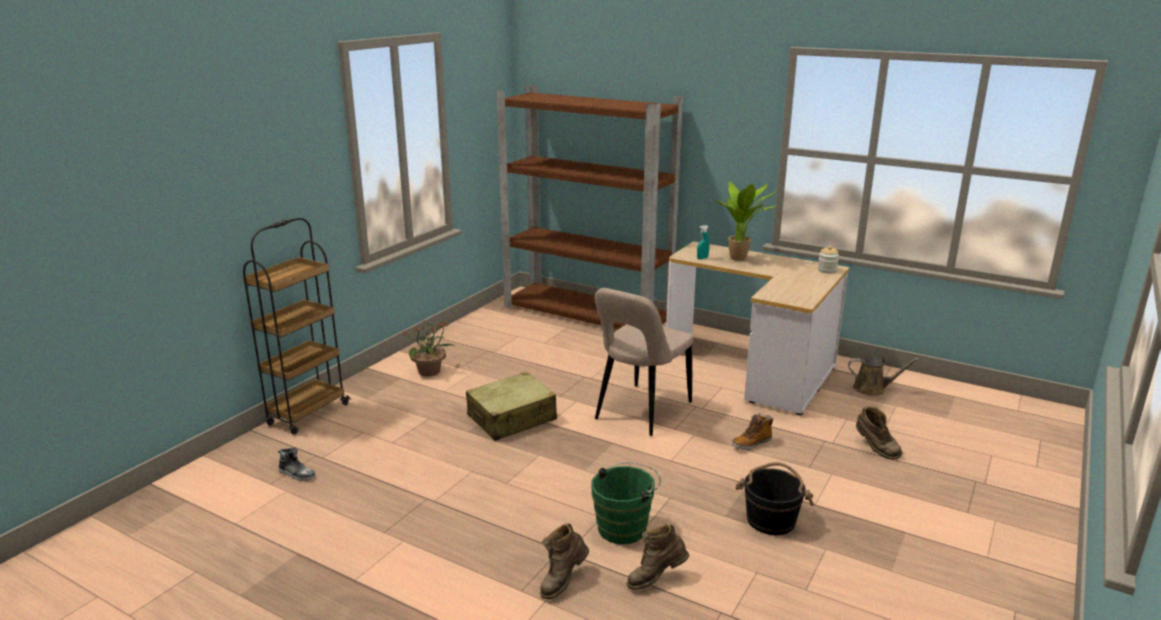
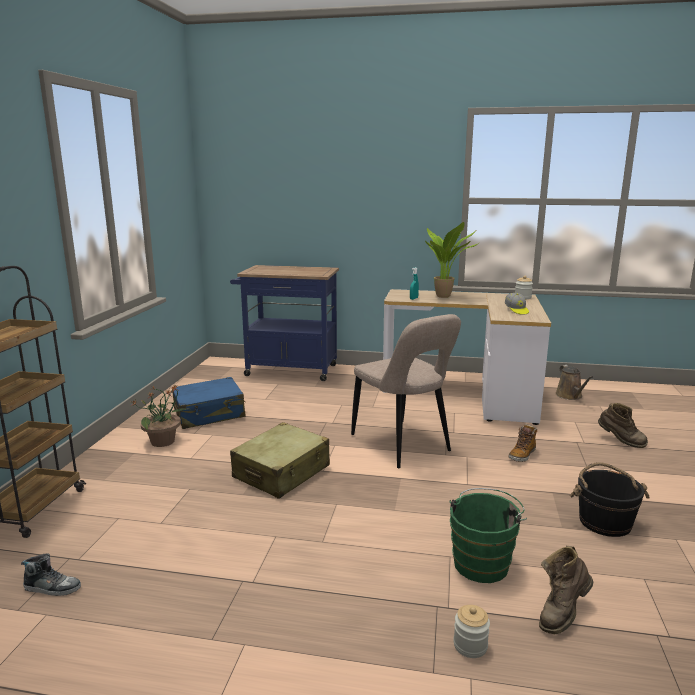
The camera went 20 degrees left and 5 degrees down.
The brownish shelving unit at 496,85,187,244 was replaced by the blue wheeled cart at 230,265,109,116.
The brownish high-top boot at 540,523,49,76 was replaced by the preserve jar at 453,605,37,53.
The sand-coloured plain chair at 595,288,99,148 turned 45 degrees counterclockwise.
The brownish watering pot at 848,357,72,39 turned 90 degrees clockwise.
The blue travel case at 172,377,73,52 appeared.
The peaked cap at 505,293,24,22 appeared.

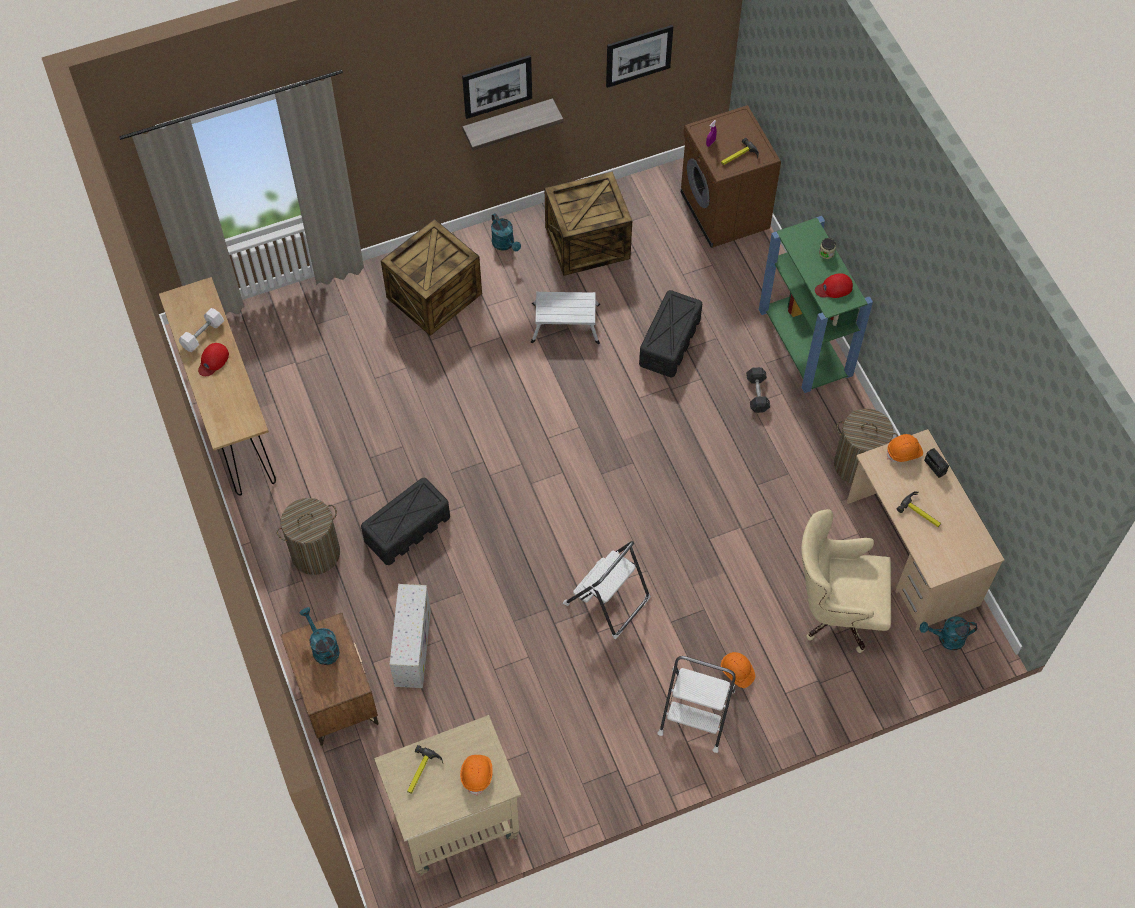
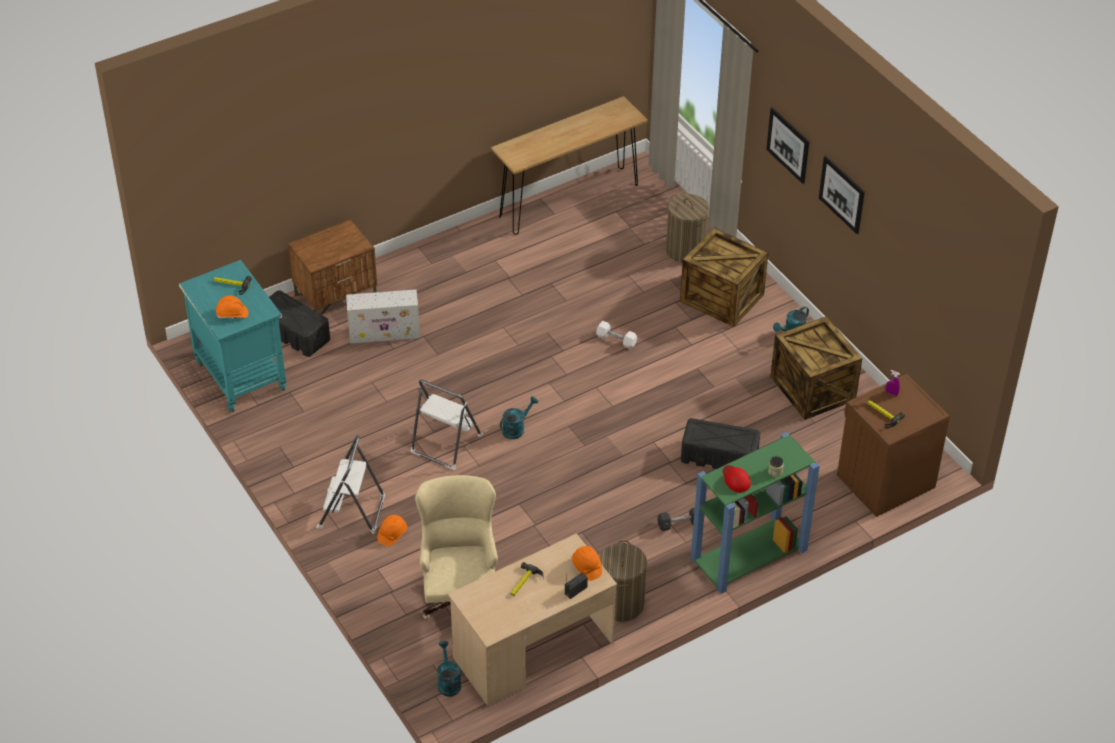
The camera went 80 degrees right and 15 degrees down.
The white-coloured dumbbell moved from 179,308,45,44 to 596,321,41,28.
The red peaked cap at 198,343,31,33 disappeared.
The washing basket moved from 277,498,63,77 to 666,194,43,69.
The blue-green watering pot moved from 300,607,40,58 to 500,396,38,43.
The blackish storage box moved from 361,478,89,87 to 269,290,61,67.
The sand-coloured wheeled cart at 374,715,147,162 became the blue-green wheeled cart at 179,260,108,152.
The wall shelf at 462,98,101,53 disappeared.
The white-coloured step ladder at 531,291,69,53 disappeared.
The wall picture moved from 606,25,67,63 to 766,107,43,77.

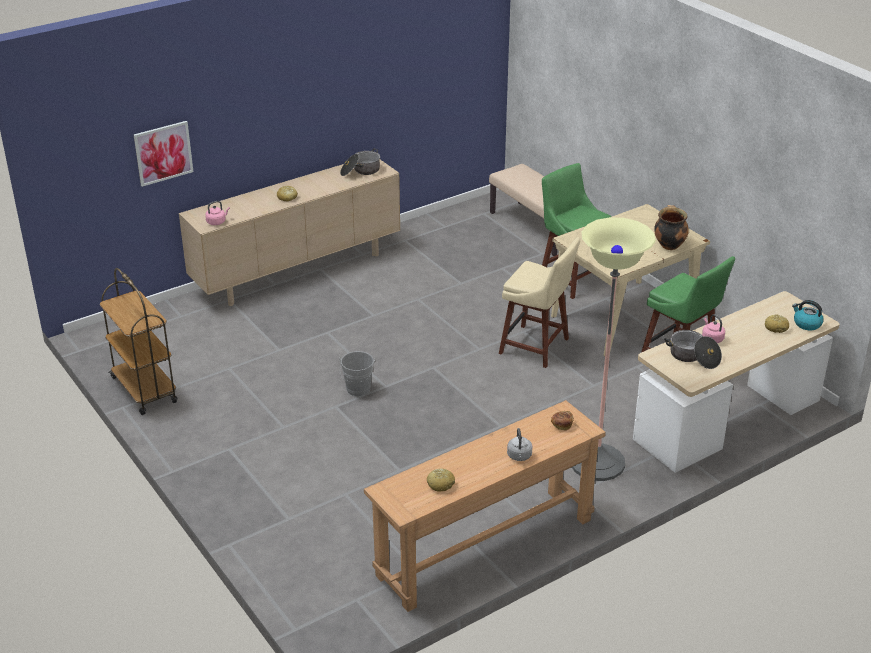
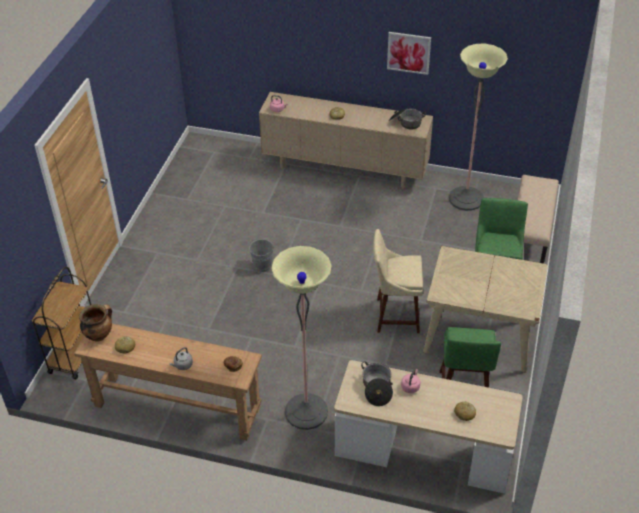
The camera went 50 degrees right and 10 degrees up.
The brownish wheeled cart moved from 99,268,78,147 to 32,267,59,113.
The wall picture moved from 134,121,59,66 to 387,32,44,43.
The sand-coloured plain chair at 499,237,81,131 turned 105 degrees clockwise.
The saucepot moved from 654,205,35,45 to 79,304,33,38.
The water kettle at 792,300,32,30 disappeared.
The floor lamp at 449,44,59,167 appeared.

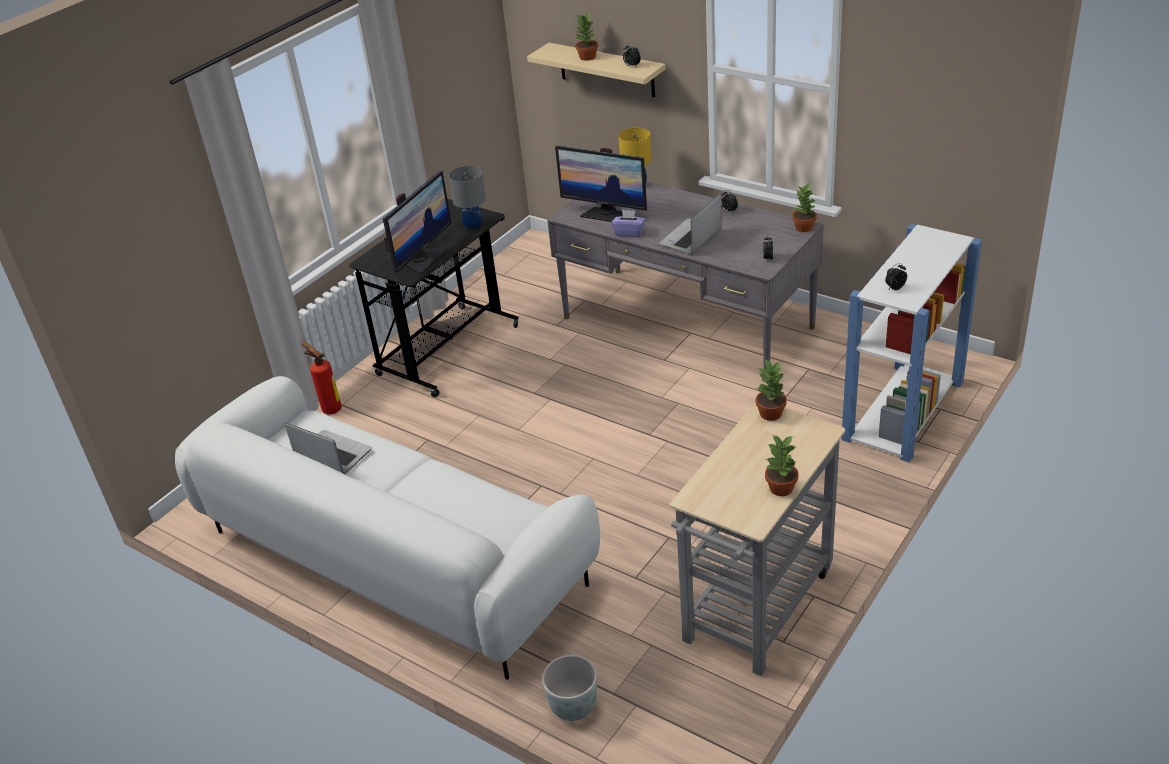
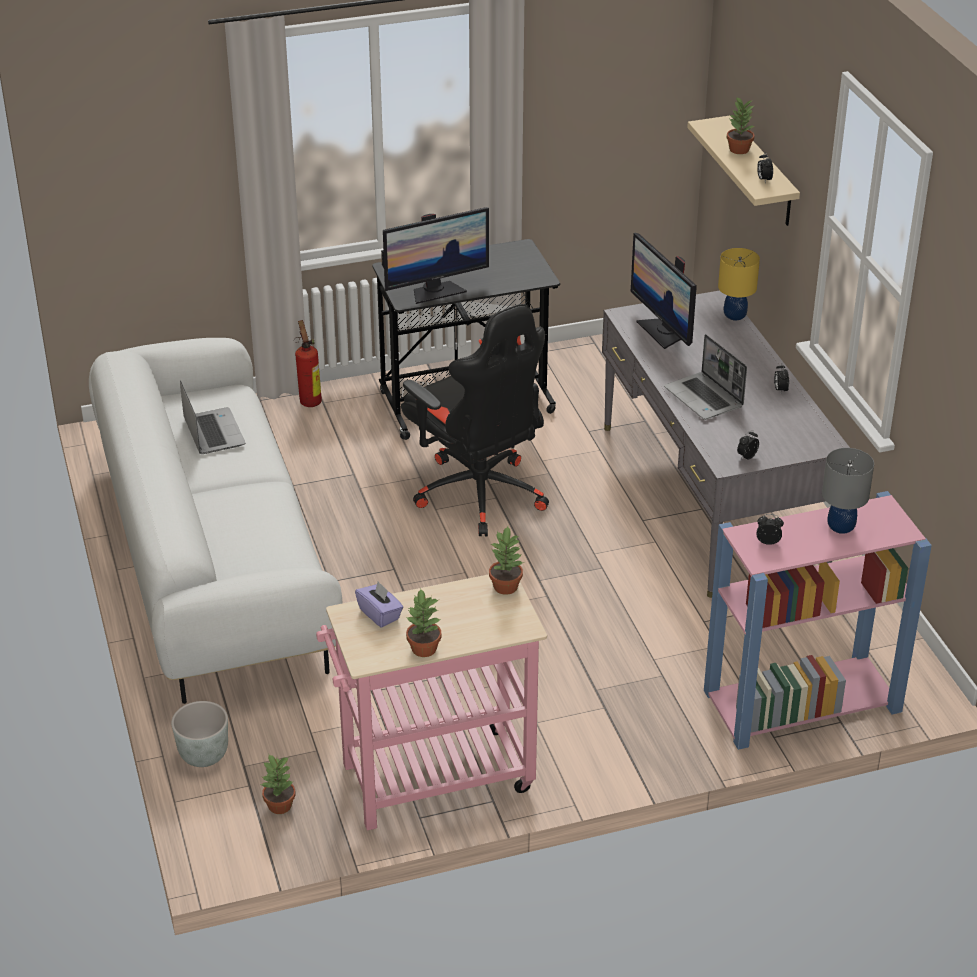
The camera went 35 degrees right and 0 degrees up.
The gray table lamp moved from 448,166,38,63 to 822,448,52,86.
The purple box of tissues moved from 611,210,34,27 to 355,581,48,47.
The notebook computer at 659,194,63,61 turned 105 degrees counterclockwise.
The gray wheeled cart at 670,403,175,273 became the pink wheeled cart at 316,574,231,256.
The houseplant moved from 792,183,25,49 to 261,755,35,59.
The white-coloured shelving unit at 841,224,141,239 became the pink shelving unit at 704,491,228,259.
The blackish computer chair at 401,304,148,233 appeared.

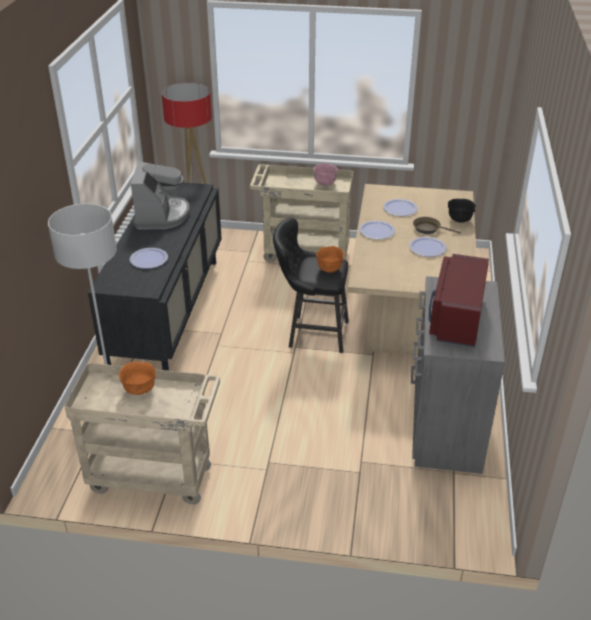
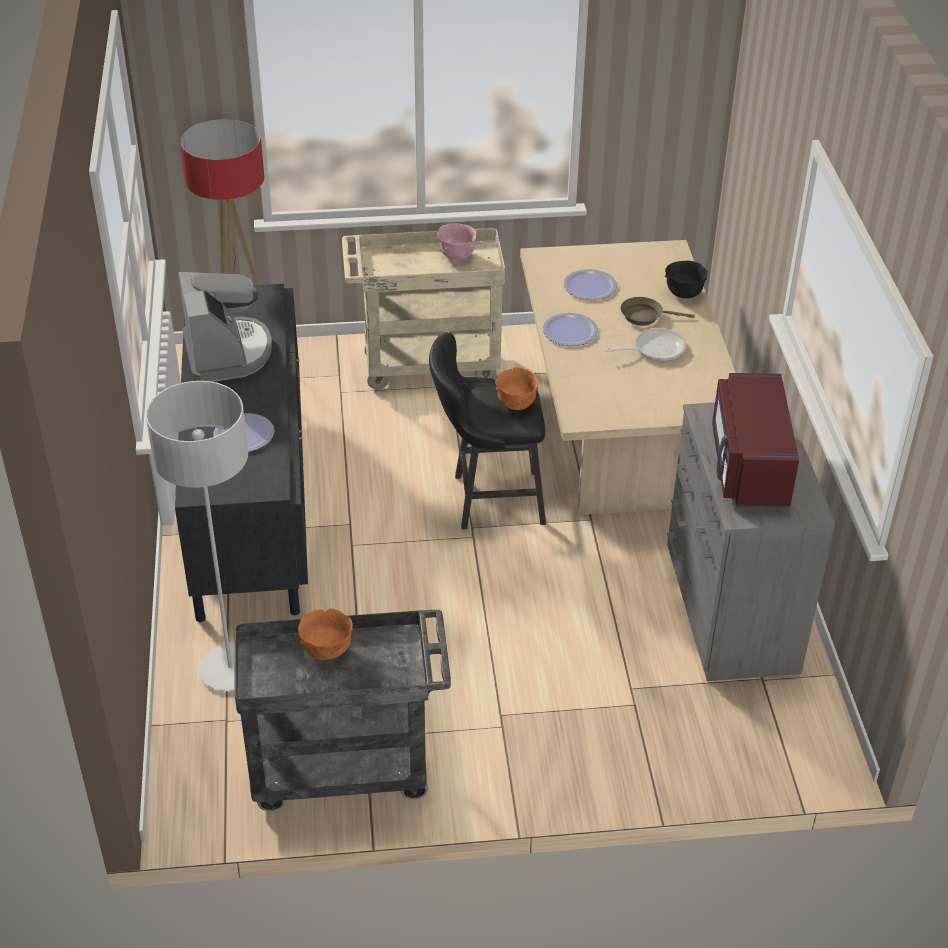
The camera went 15 degrees left and 5 degrees up.
The sand-coloured wheeled cart at 65,363,155,141 became the blackish wheeled cart at 234,610,217,201.
The dinner plate at 409,237,38,20 was replaced by the skillet at 604,328,82,33.

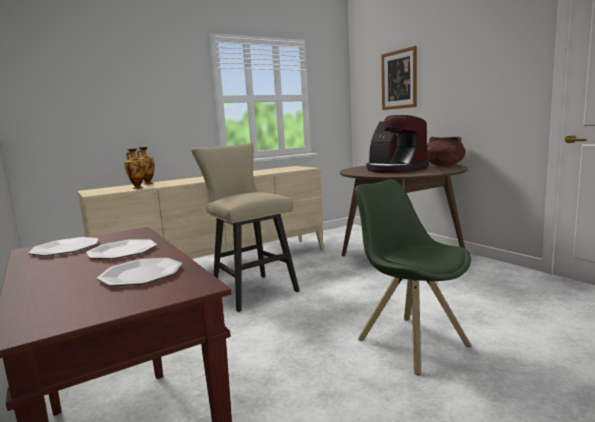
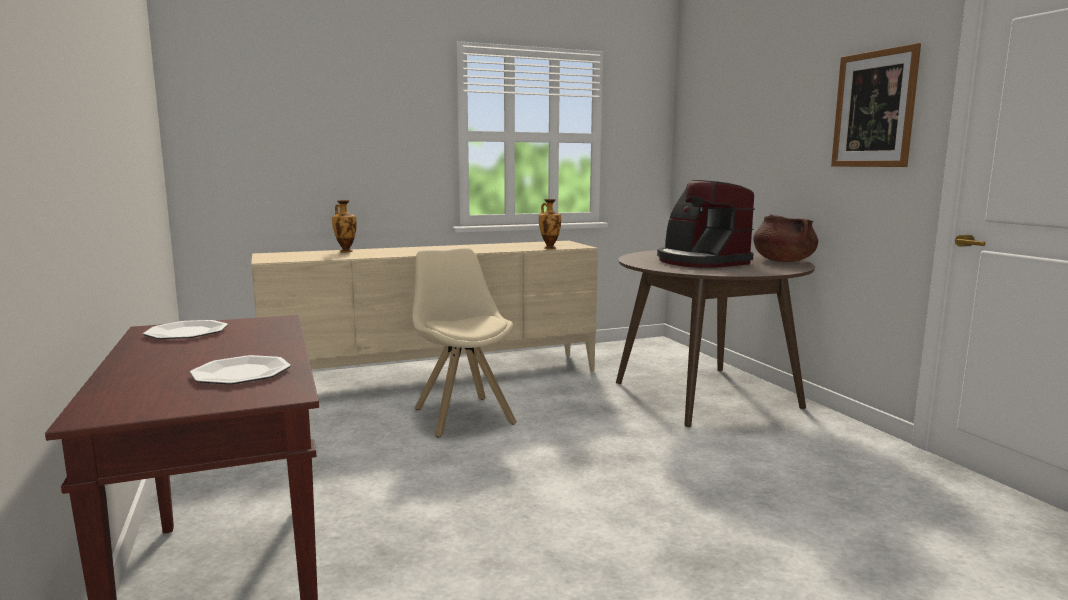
The camera went 10 degrees right and 0 degrees up.
The dinner plate at 86,239,71,20 disappeared.
The decorative vase moved from 124,148,21,41 to 539,199,22,50.
The sand-coloured stool seat at 191,143,109,169 was replaced by the sand-coloured plain chair at 412,248,105,189.
The green-coloured plain chair at 355,179,117,196 disappeared.
The wall picture moved from 381,46,36,64 to 831,43,90,124.

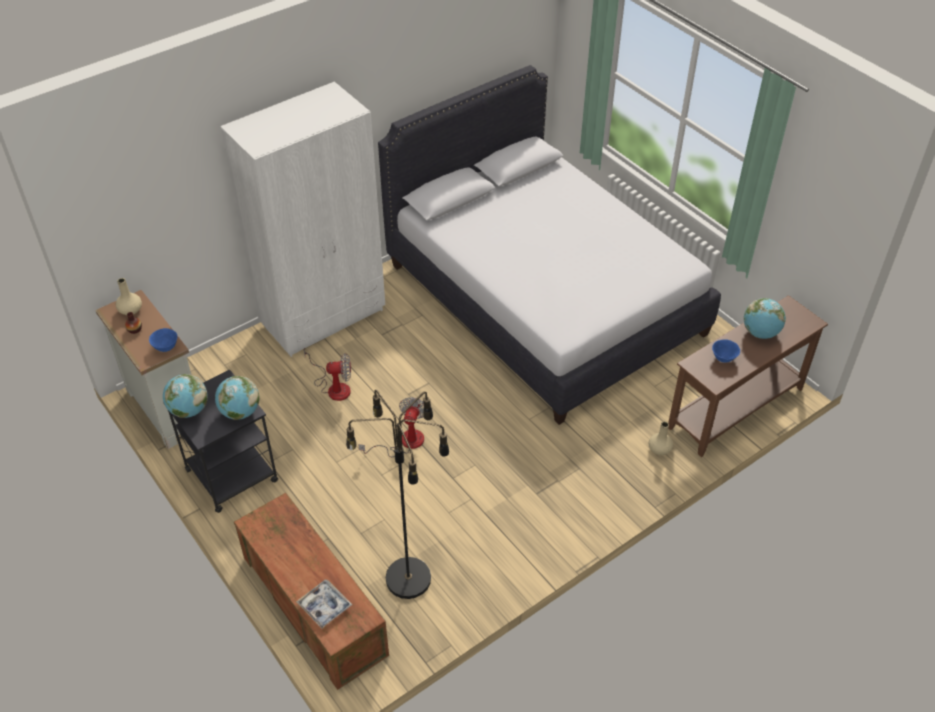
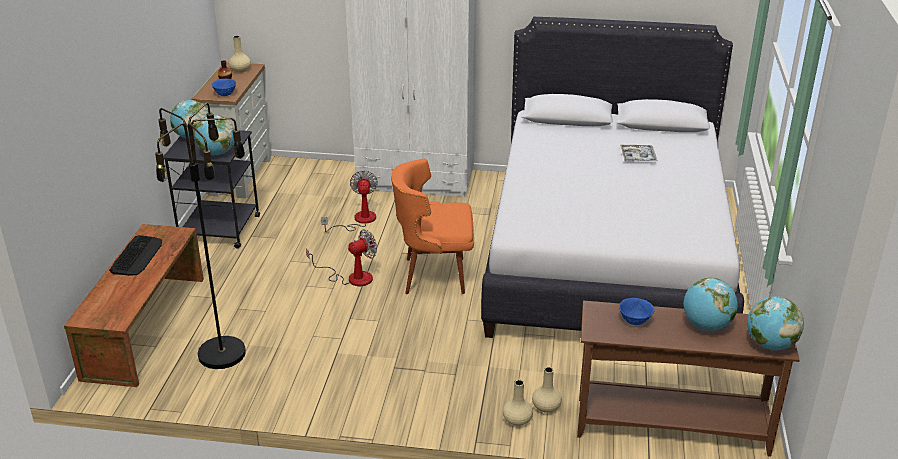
The camera went 45 degrees right and 15 degrees down.
The serving tray moved from 296,579,57,50 to 620,145,38,16.
The cooling fan at 304,349,47,52 turned 135 degrees counterclockwise.
The keyboard at 109,235,53,41 appeared.
The orange plain chair at 391,158,83,137 appeared.
The sand-coloured decorative vase at 503,380,30,46 appeared.
The globe at 747,296,57,54 appeared.

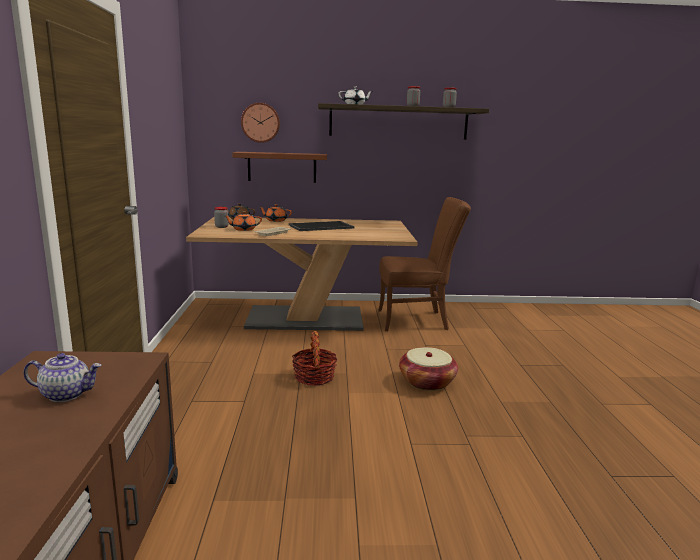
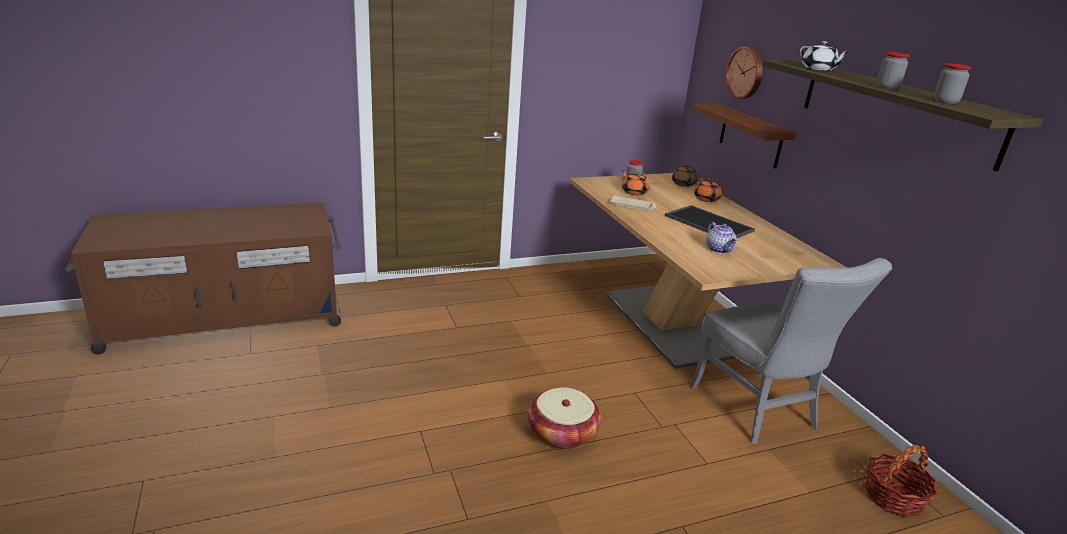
The camera went 70 degrees right and 10 degrees up.
The teapot moved from 24,353,78,49 to 706,222,32,31.
The household basket moved from 292,331,45,55 to 865,445,72,72.
The brownish plain chair at 378,197,93,134 became the gray plain chair at 690,258,202,186.

